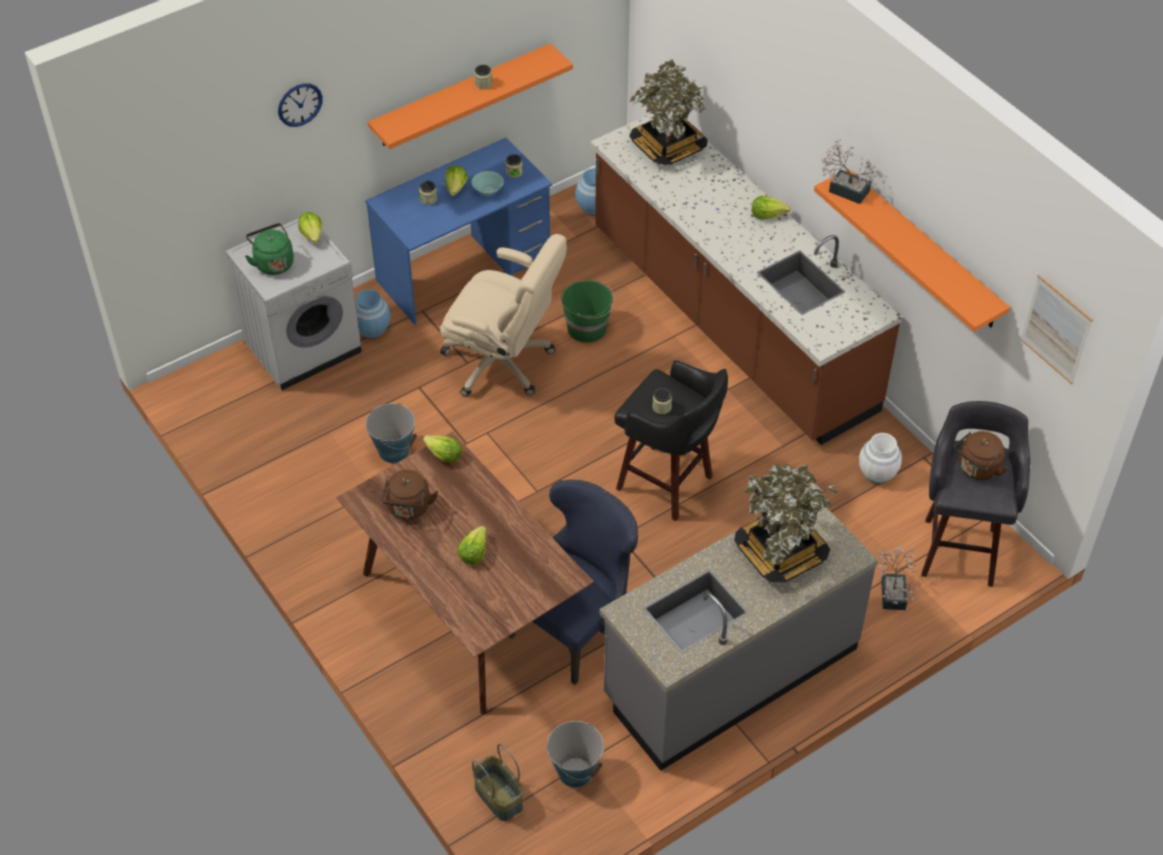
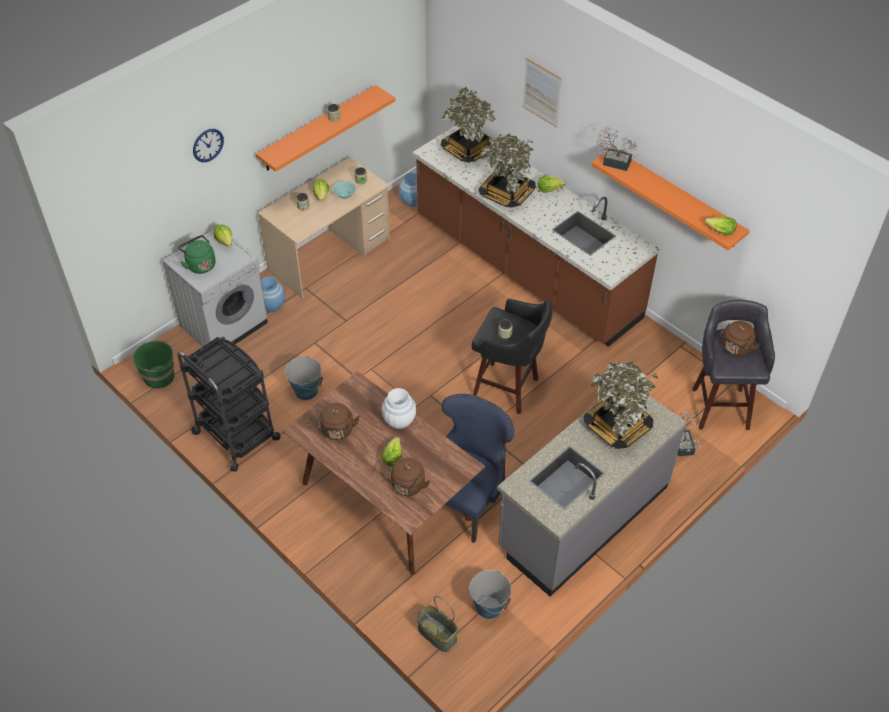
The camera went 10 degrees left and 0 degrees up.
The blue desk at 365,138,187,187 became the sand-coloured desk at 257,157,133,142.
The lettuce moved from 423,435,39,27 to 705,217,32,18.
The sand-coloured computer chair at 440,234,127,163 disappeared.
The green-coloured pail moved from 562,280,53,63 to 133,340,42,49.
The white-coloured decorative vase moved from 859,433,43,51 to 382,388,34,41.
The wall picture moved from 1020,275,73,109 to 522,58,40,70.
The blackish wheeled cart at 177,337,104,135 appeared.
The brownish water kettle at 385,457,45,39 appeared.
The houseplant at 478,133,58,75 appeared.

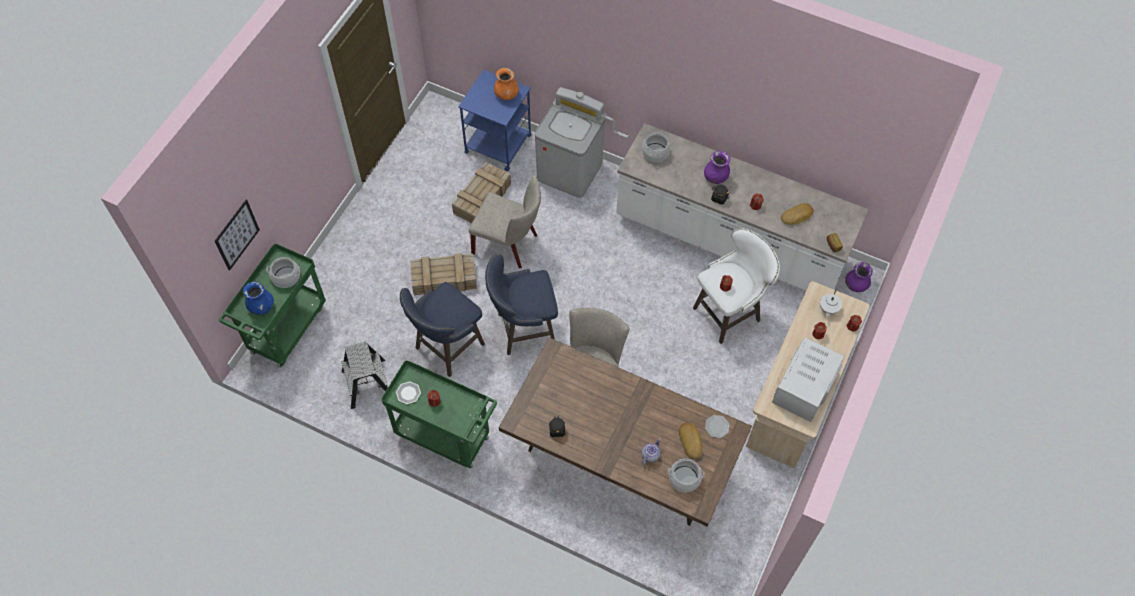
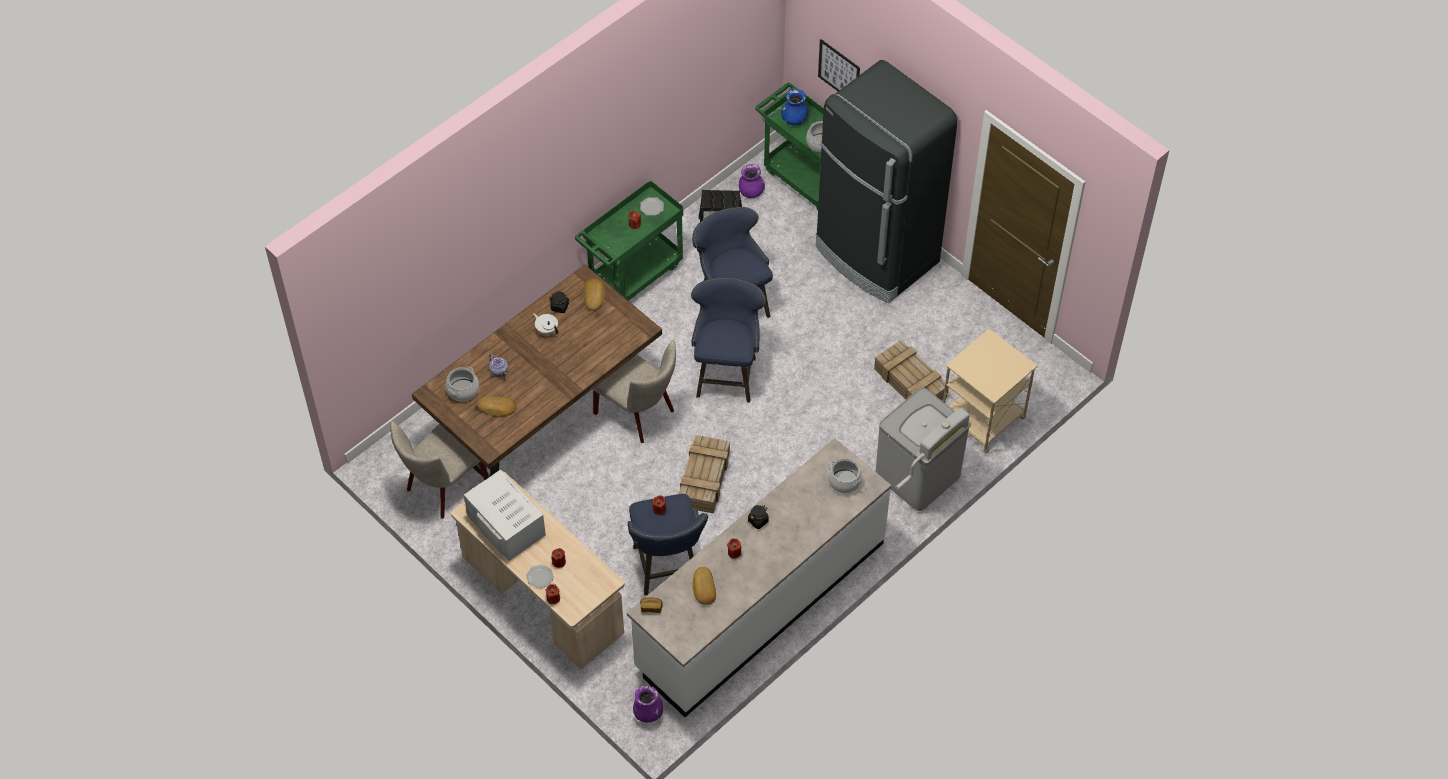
The camera went 110 degrees right and 5 degrees down.
The packing crate moved from 410,253,67,42 to 679,435,51,78.
The blue wheeled cart at 458,69,74,102 became the sand-coloured wheeled cart at 943,329,94,124.
The sand-coloured plain chair moved from 468,175,73,94 to 390,421,98,98.
The orange decorative vase at 494,68,25,32 disappeared.
The white-coloured stool seat at 693,228,87,116 became the blue stool seat at 628,494,80,101.
The purple decorative vase moved from 704,151,27,33 to 739,164,26,34.
The dinner plate moved from 705,415,25,23 to 526,564,28,25.
The white-coloured teapot moved from 820,289,22,28 to 533,313,25,22.
The baked bread at 584,278,21,33 appeared.
The blackish fridge at 816,60,141,243 appeared.

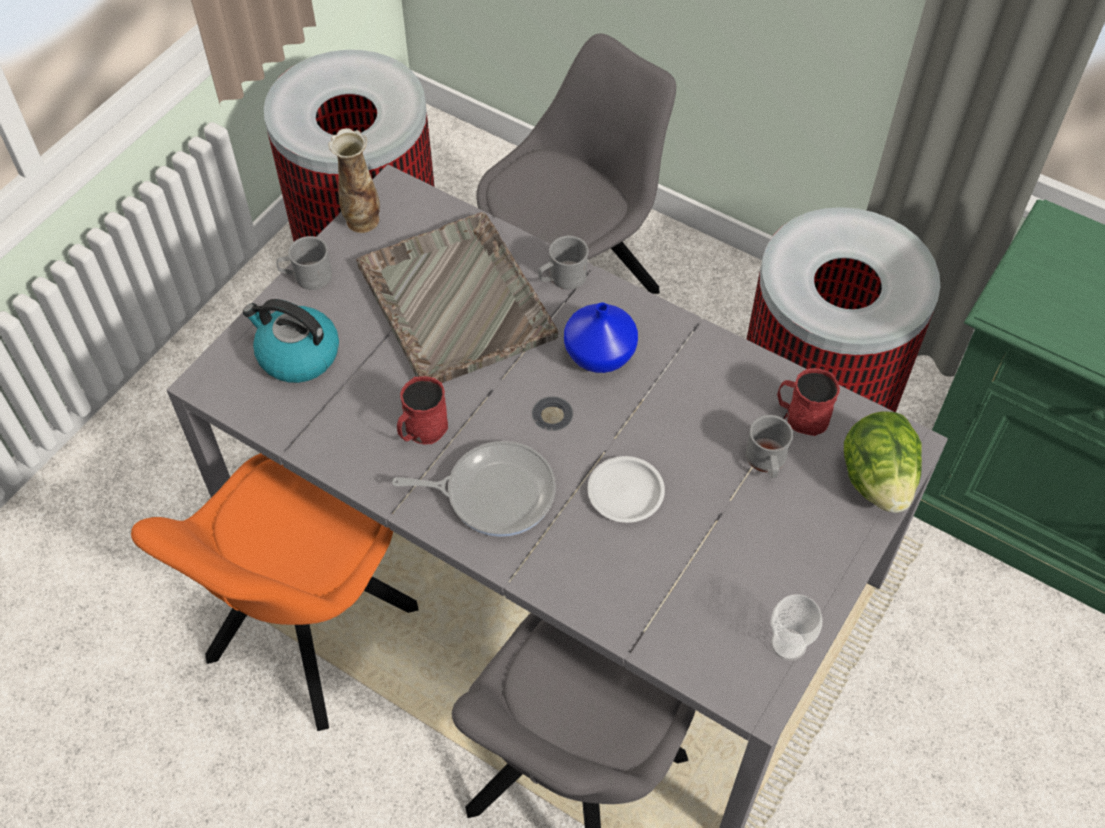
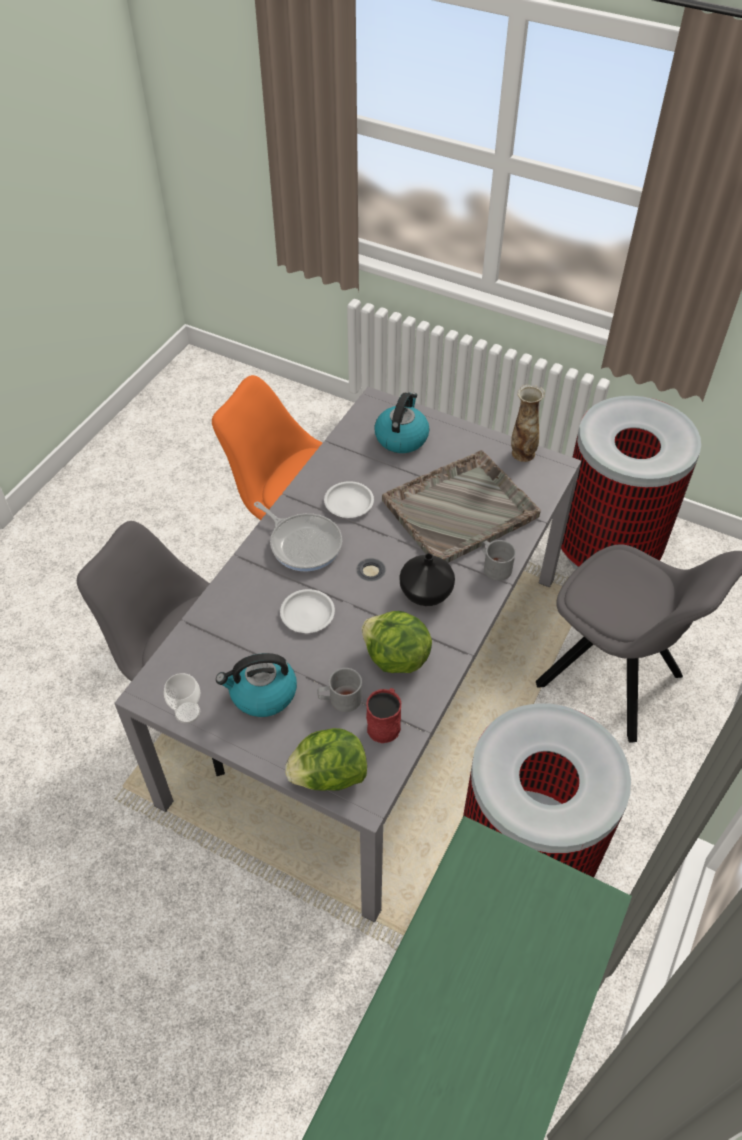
The camera went 85 degrees right and 5 degrees down.
The gray mug at 276,236,56,54 disappeared.
The skillet at 392,441,164,96 turned 45 degrees counterclockwise.
The red mug at 397,376,51,69 was replaced by the white-coloured dinner plate at 324,481,50,37.
The blue decorative vase at 564,302,74,71 became the blackish decorative vase at 400,553,55,53.
The water kettle at 216,653,81,64 appeared.
The lettuce at 361,611,71,62 appeared.

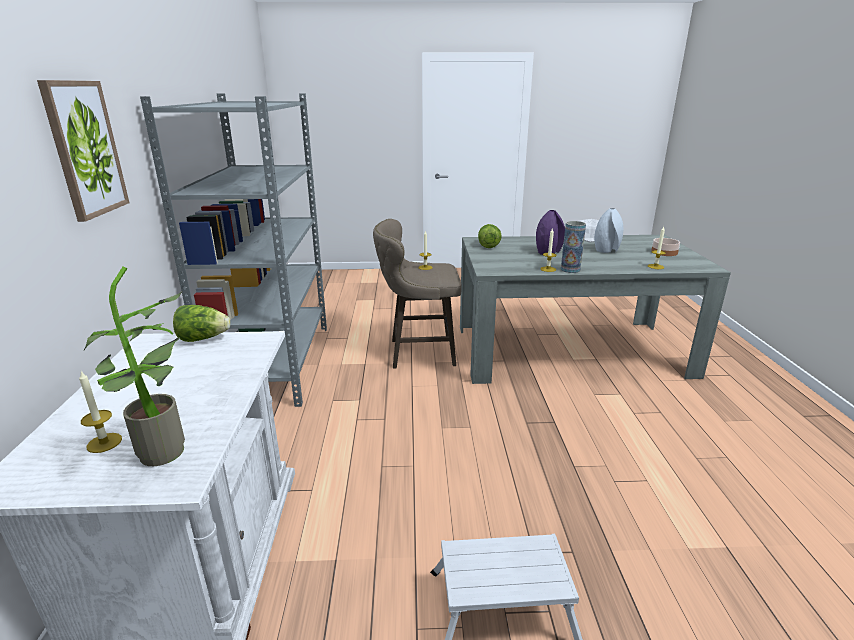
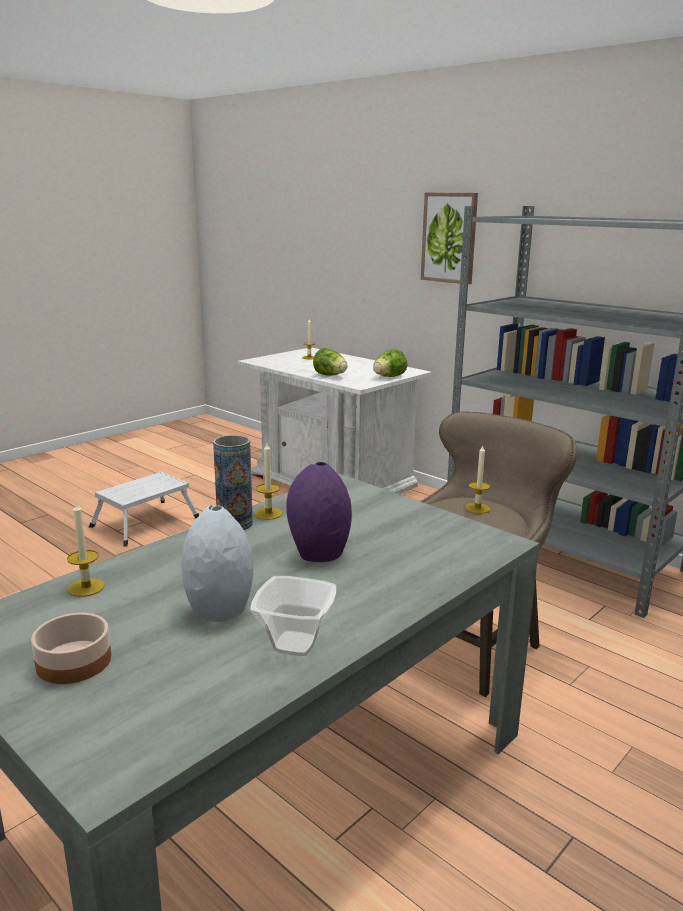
The camera went 135 degrees right and 5 degrees down.
The houseplant at 84,266,101,200 disappeared.
The lettuce moved from 478,224,24,24 to 313,348,35,28.

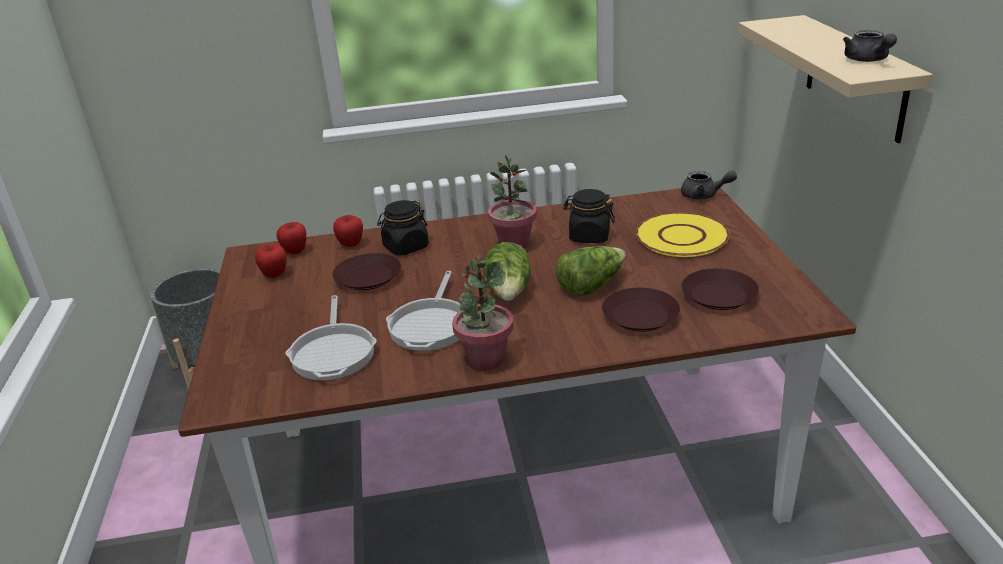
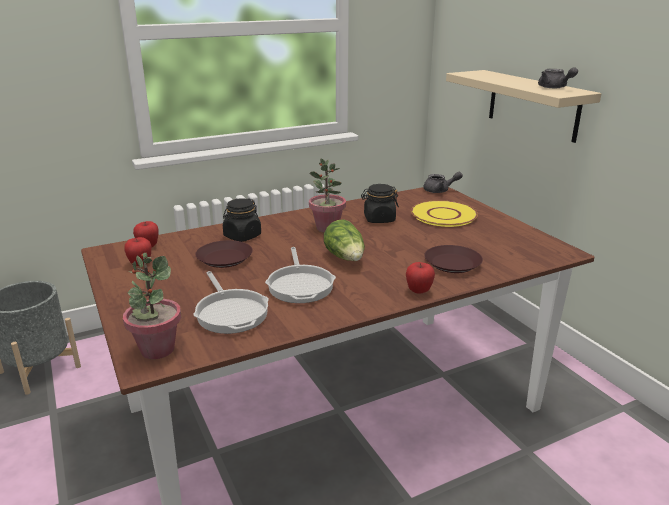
The camera went 20 degrees left and 5 degrees down.
The apple moved from 333,215,30,32 to 406,262,29,31.
The houseplant moved from 452,255,62,115 to 123,253,58,106.
The lettuce at 555,246,71,50 disappeared.
The brownish dinner plate at 682,268,77,42 disappeared.

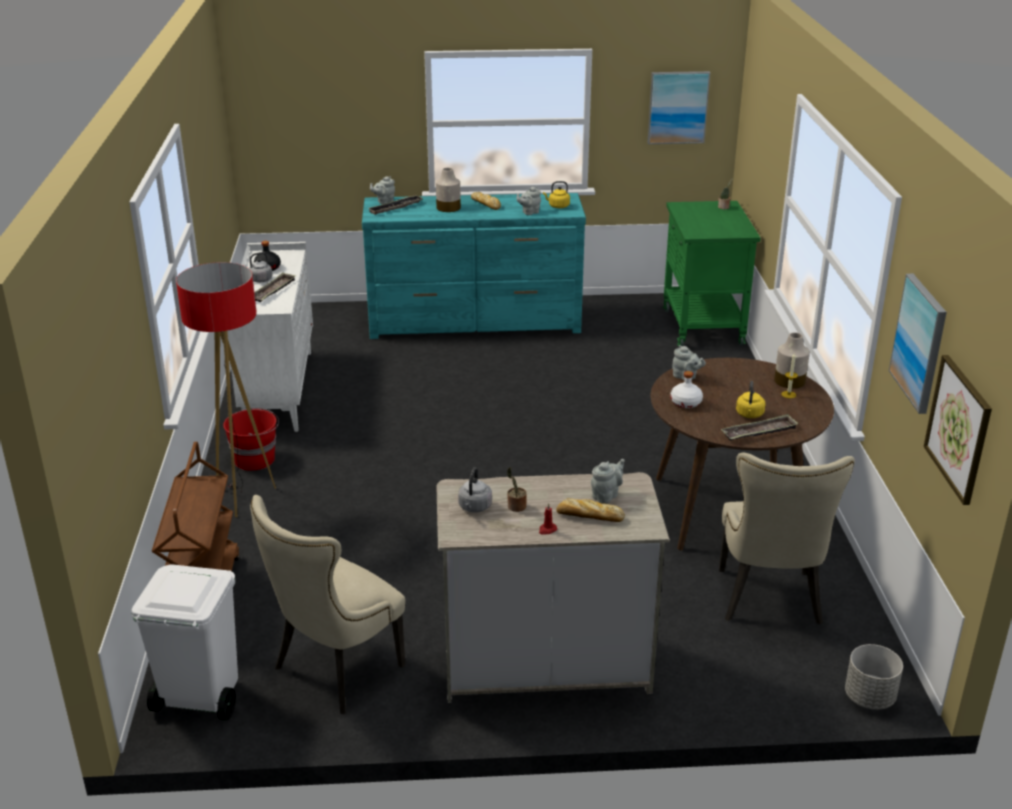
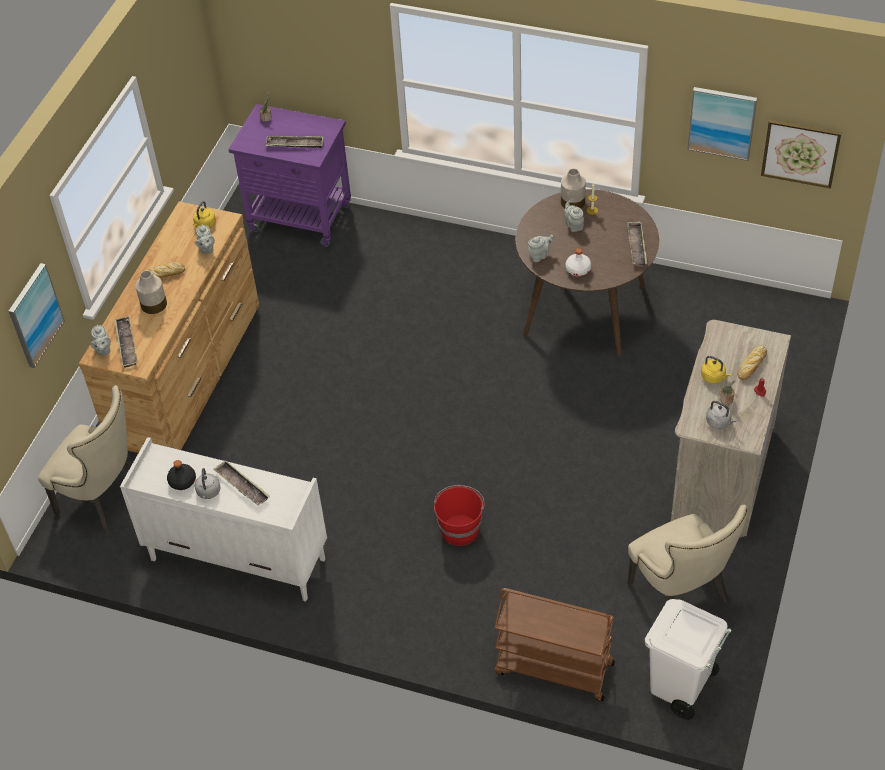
The camera went 65 degrees left and 20 degrees up.
The floor lamp at 176,262,100,255 disappeared.
The red pail moved from 223,408,56,63 to 434,485,51,61.
The blue-green drawer chest at 362,193,224,146 became the brownish drawer chest at 78,201,181,252.
The gray teapot moved from 591,459,34,45 to 564,200,20,32.
The wall picture moved from 647,71,63,73 to 9,263,56,105.
The green-coloured wheeled cart at 663,201,98,145 became the purple wheeled cart at 228,104,123,143.
The sand-coloured plain chair moved from 719,453,136,172 to 38,385,94,152.
The yellow-coloured water kettle moved from 736,381,30,37 to 701,356,30,27.
The gray planter at 845,644,58,66 disappeared.
The serving tray at 266,136,57,12 appeared.

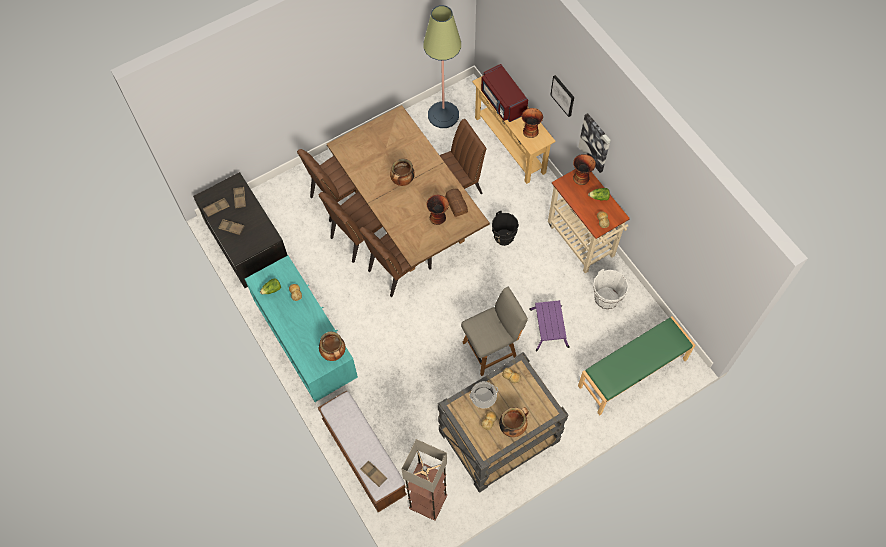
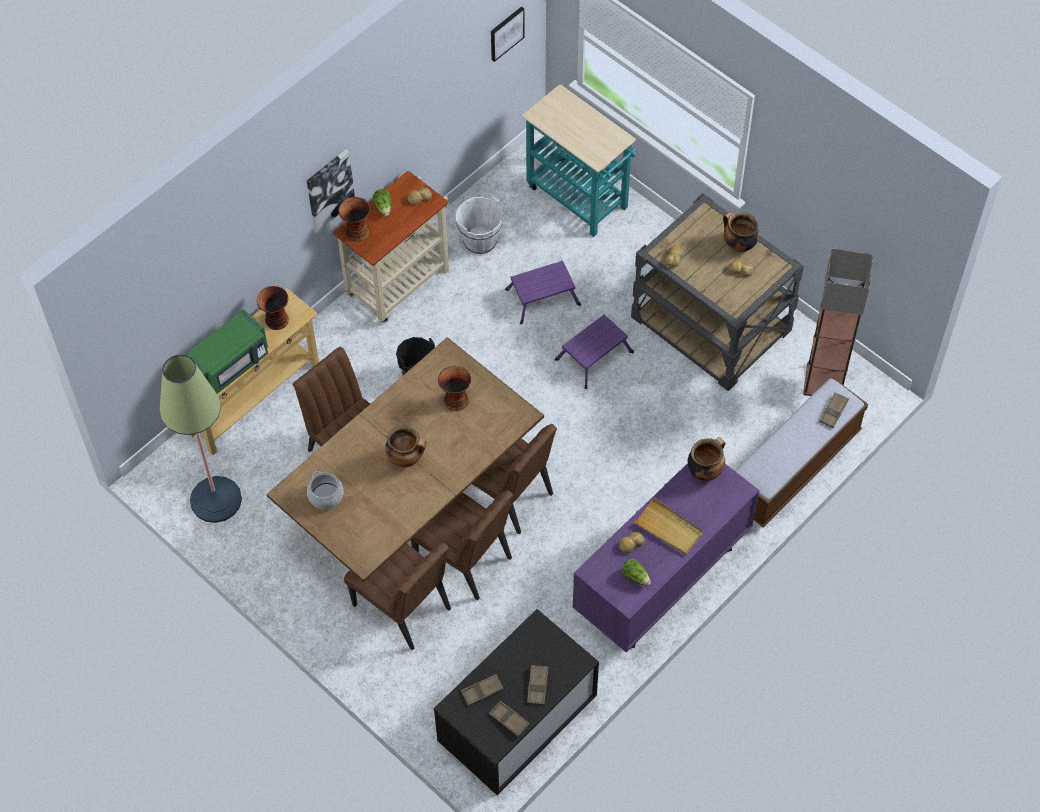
The camera went 105 degrees left and 5 degrees down.
The blue-green drawer chest at 245,256,113,146 became the purple drawer chest at 573,463,187,190.
The baked bread at 445,189,23,28 disappeared.
The gray plain chair at 461,287,67,89 was replaced by the purple step ladder at 555,314,79,75.
The saucepot moved from 469,381,29,27 to 307,471,36,38.
The red microwave at 481,64,47,58 became the green-coloured microwave at 184,309,84,85.
The wall picture moved from 551,75,23,42 to 491,6,34,56.
The green-coloured bench at 578,316,117,100 was replaced by the blue-green wheeled cart at 522,84,115,153.
The sand-coloured serving tray at 633,497,71,58 appeared.

